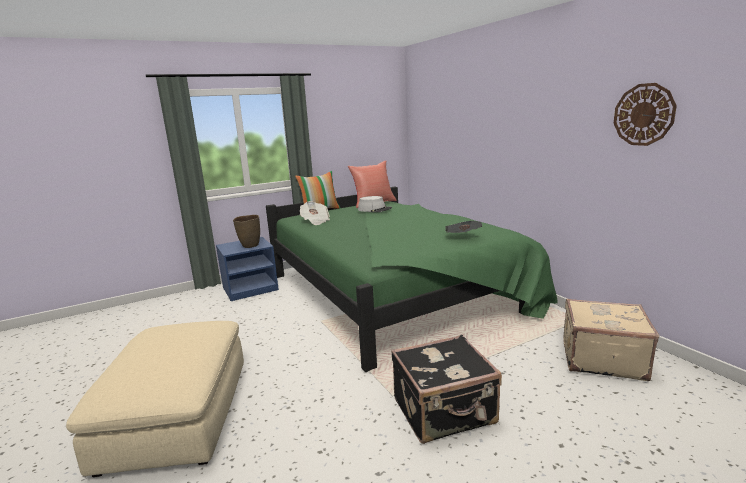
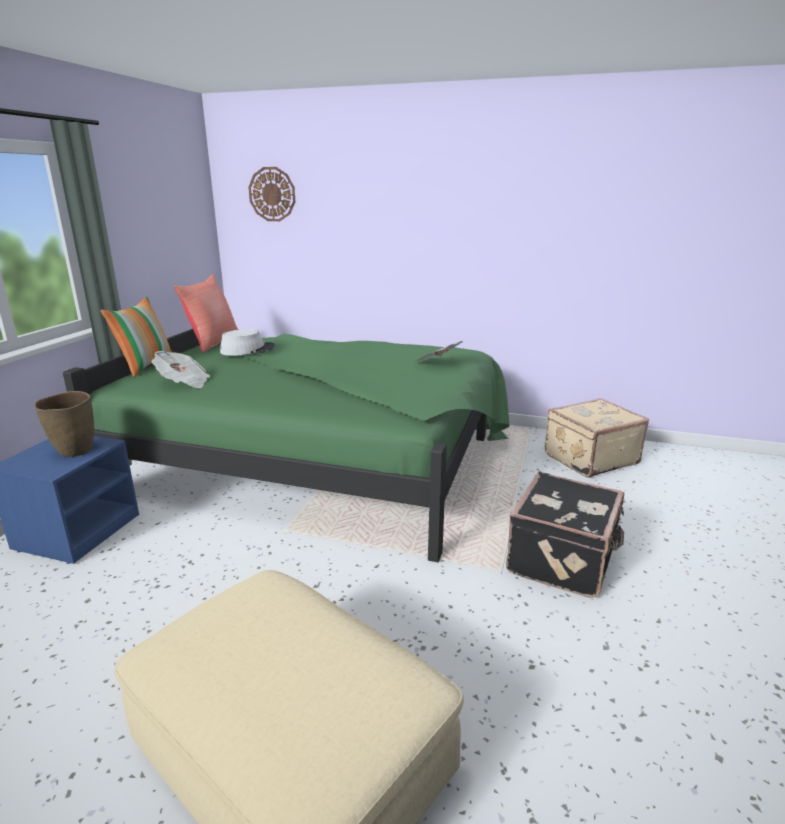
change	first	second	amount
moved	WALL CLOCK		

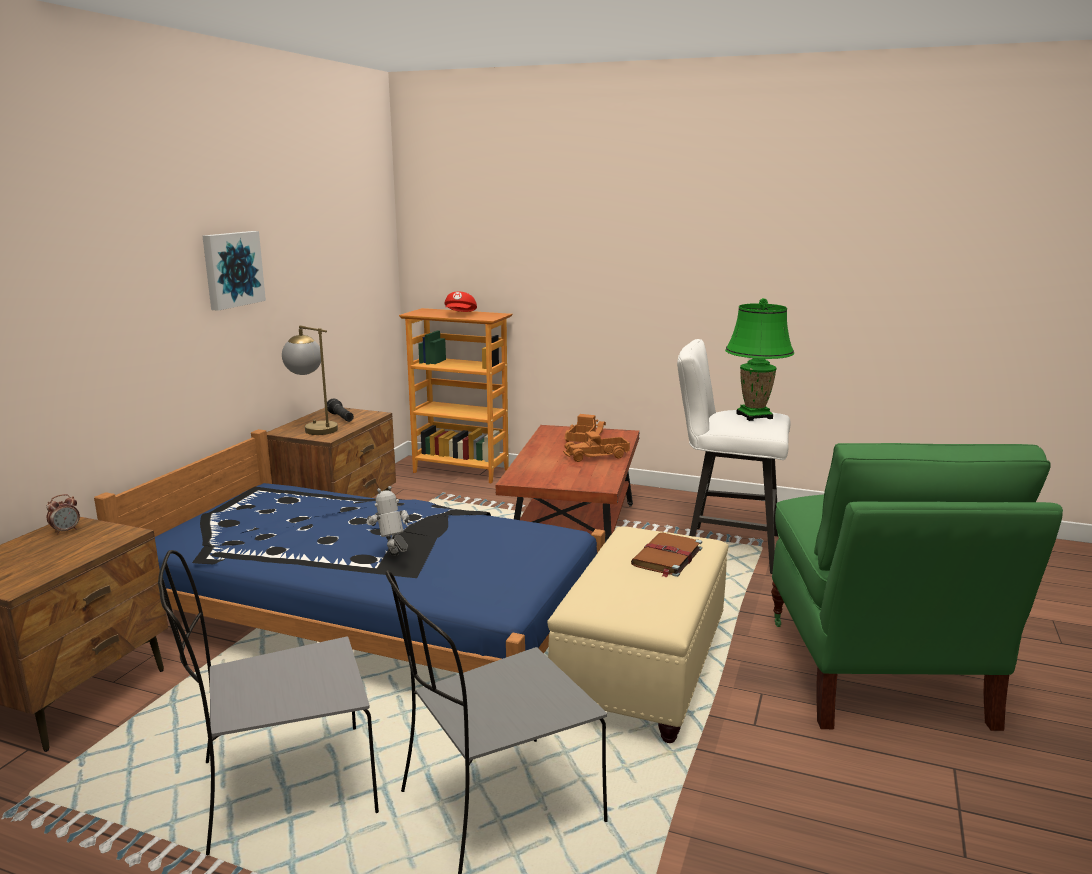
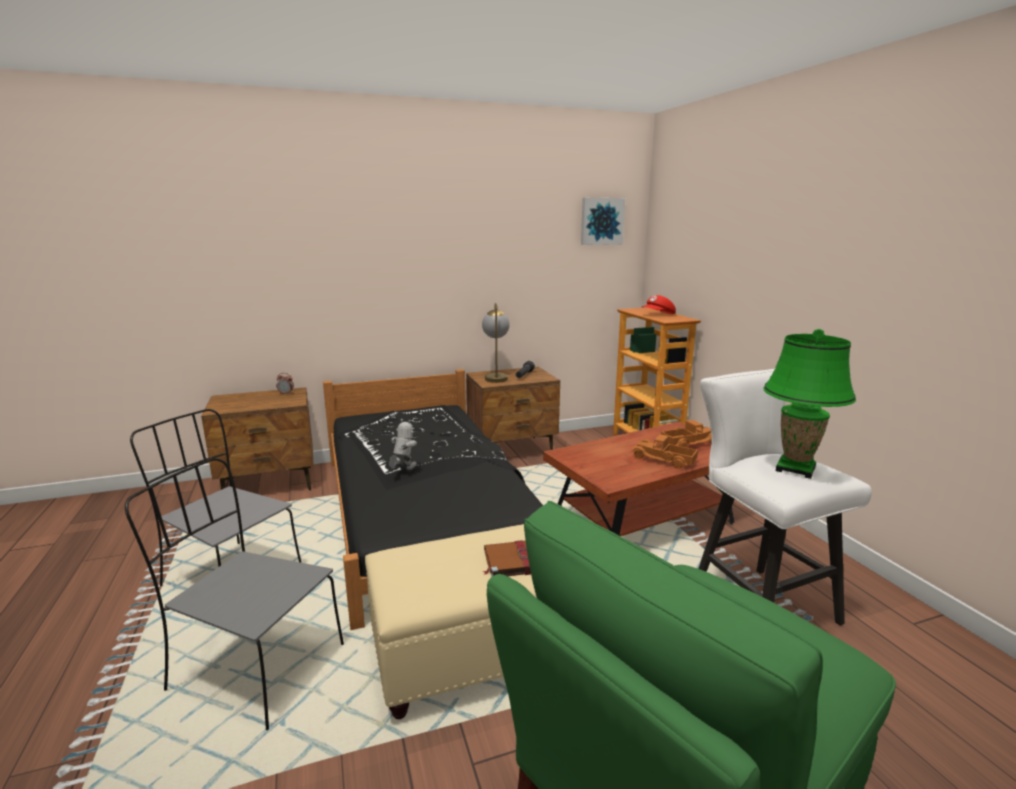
change	first	second	amount
recoloured	BLUE BED	BLACK BED	
moved	PICTURE		

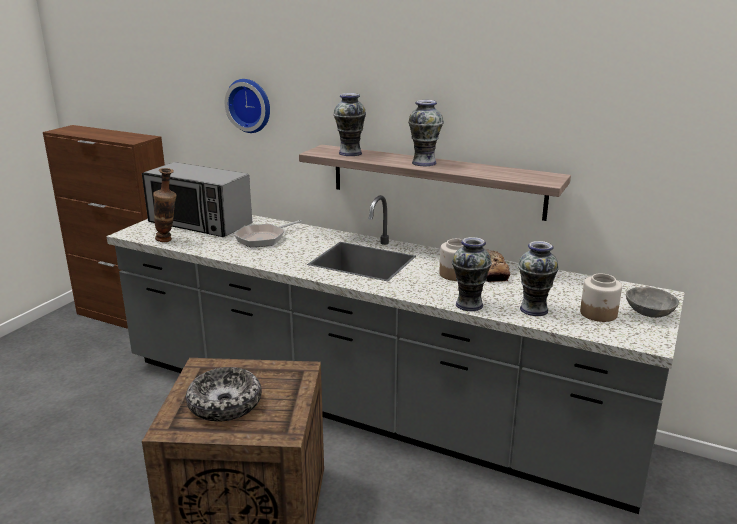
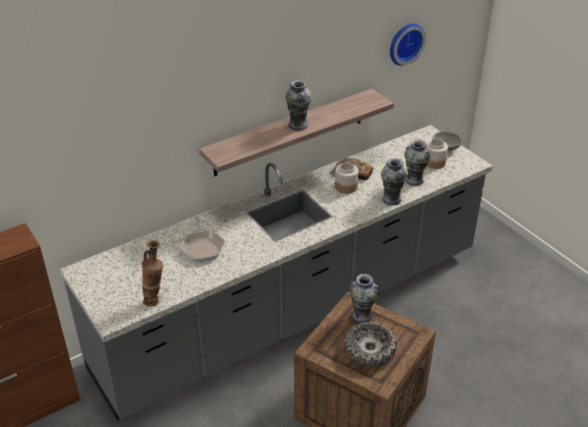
change	first	second	amount
moved	VASE (2nd from left in the first image)	VASE (3rd from left)	
moved	WALL CLOCK		
removed	MICROWAVE		

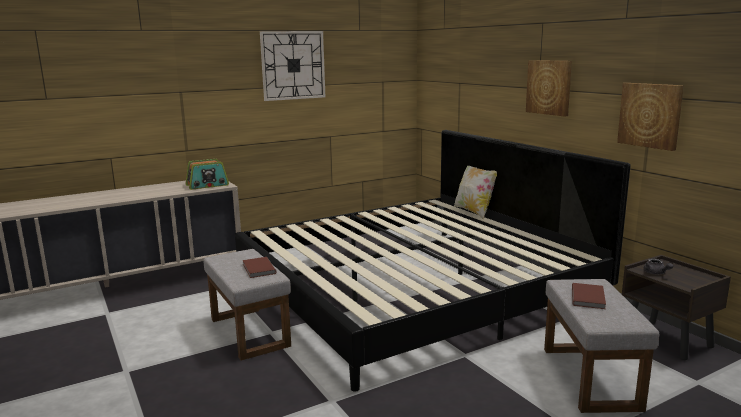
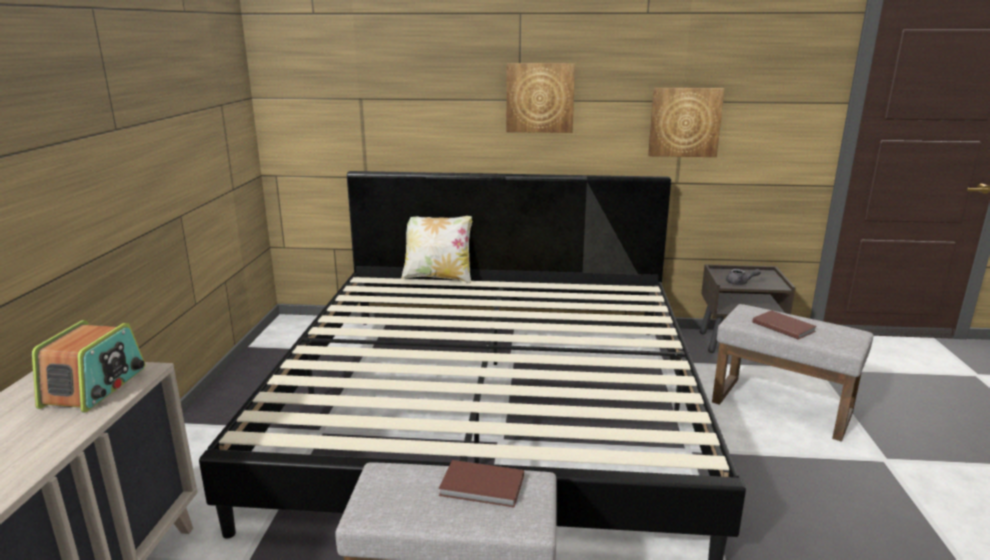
change	first	second	amount
removed	WALL CLOCK		

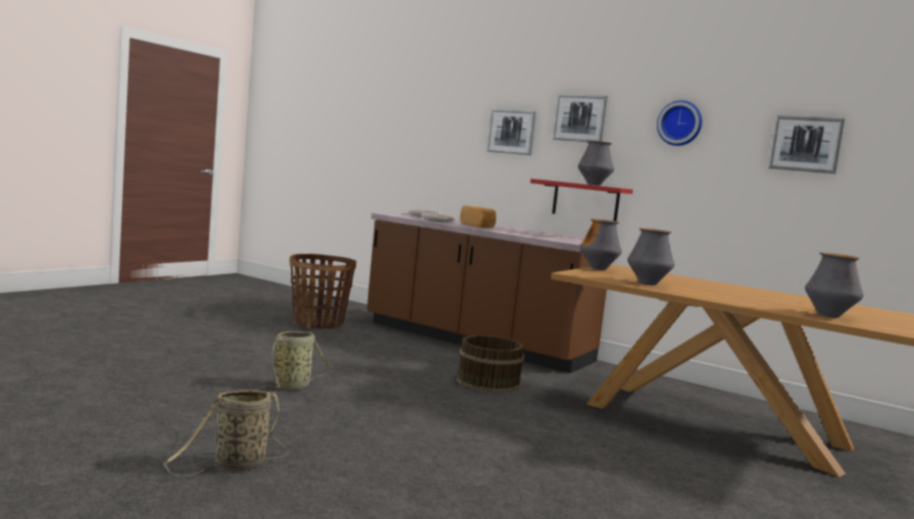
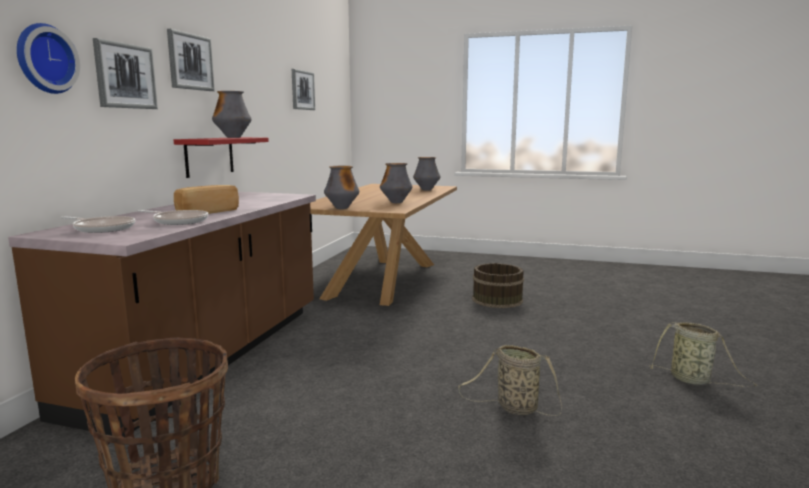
change	first	second	amount
moved	WALL CLOCK		
moved	BROWN BUCKET		

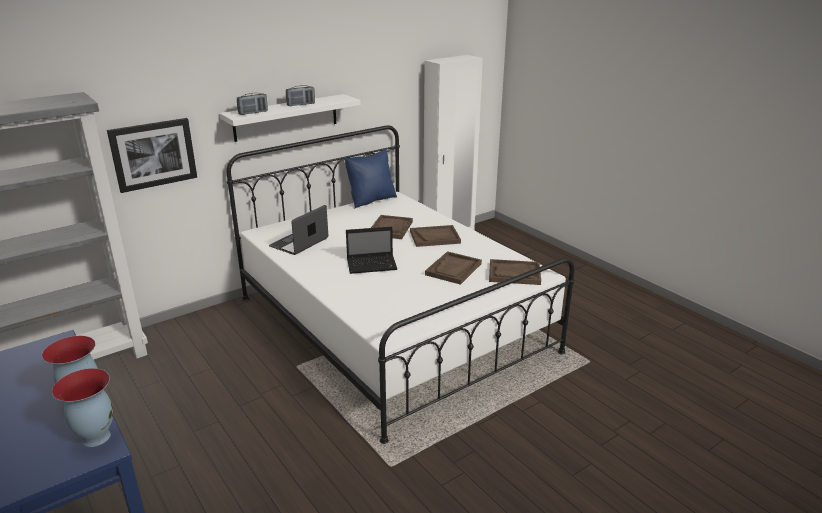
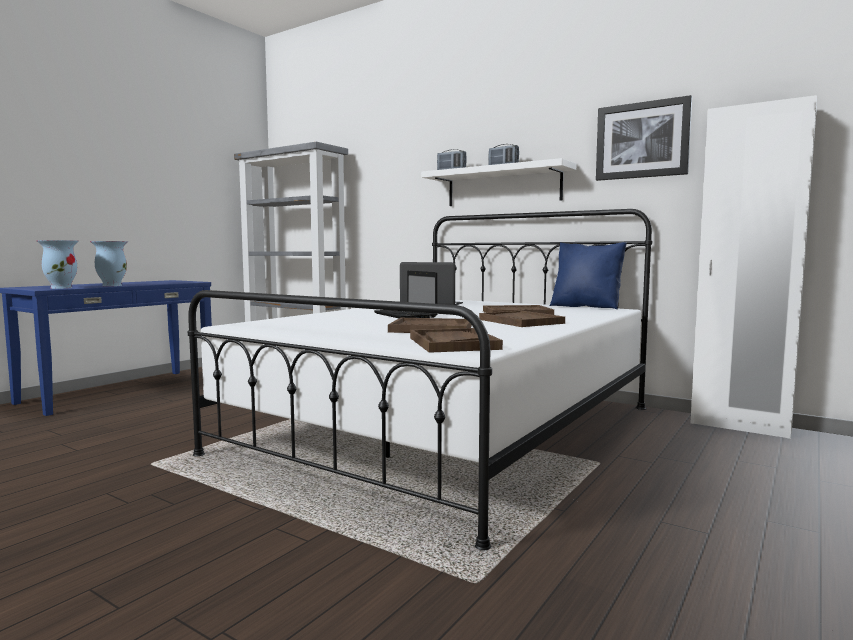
change	first	second	amount
moved	PICTURE		

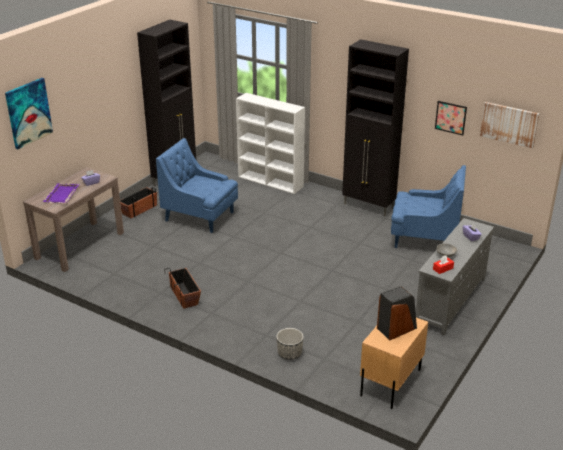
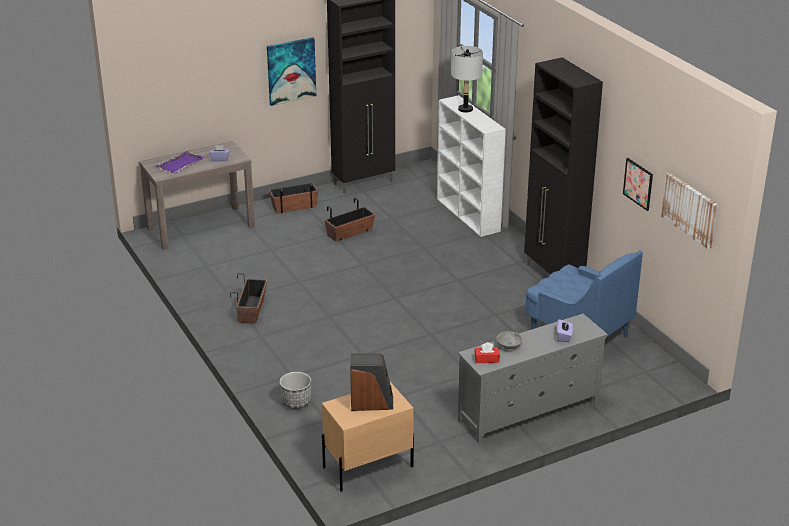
change	first	second	amount
moved	PICTURE (1st from left)		
replaced	BLUE ARMCHAIR (1st from left)	PLANTER (4th from left)	
added		GREY TABLE LAMP	

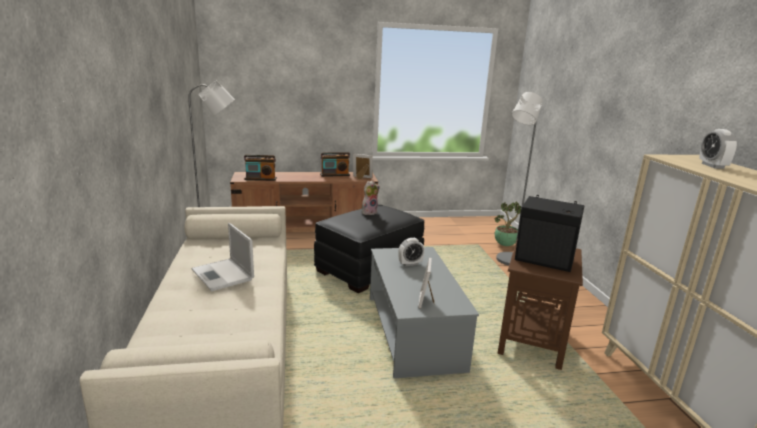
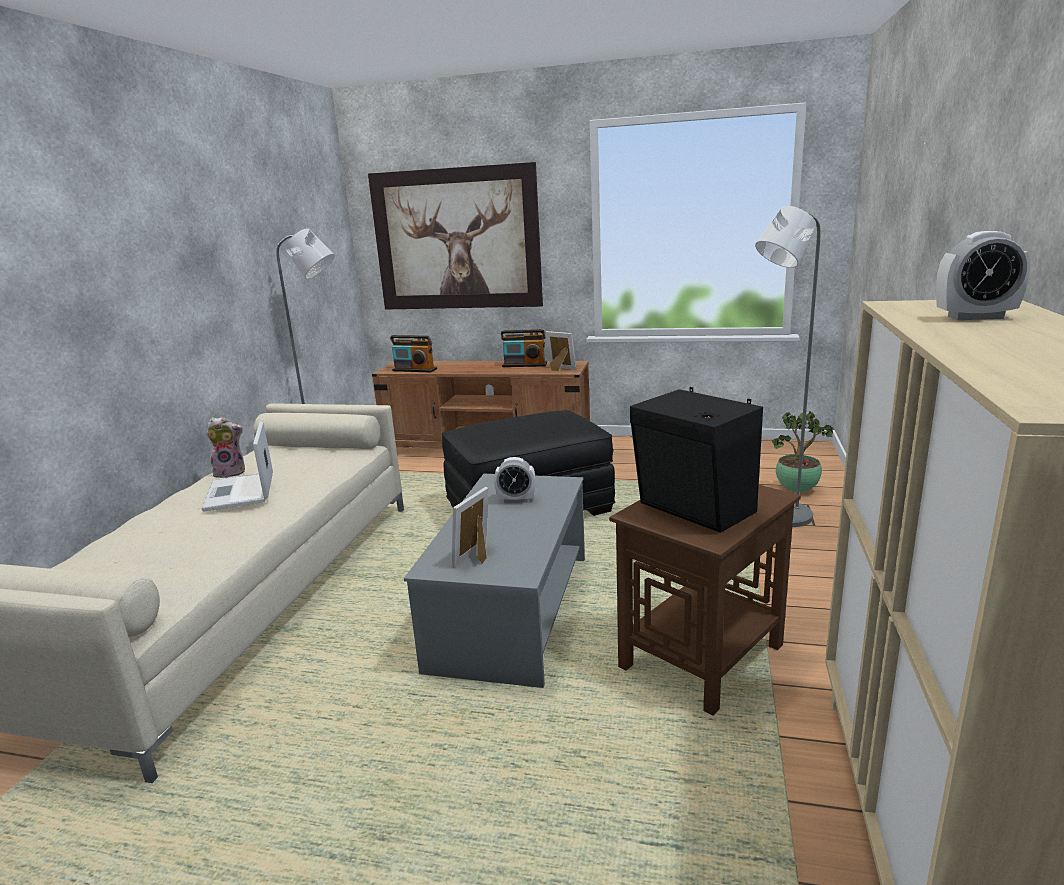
change	first	second	amount
moved	PLUSH TOY		
added		PICTURE	
turned	ALARM CLOCK (2nd from left)		105 degrees counterclockwise

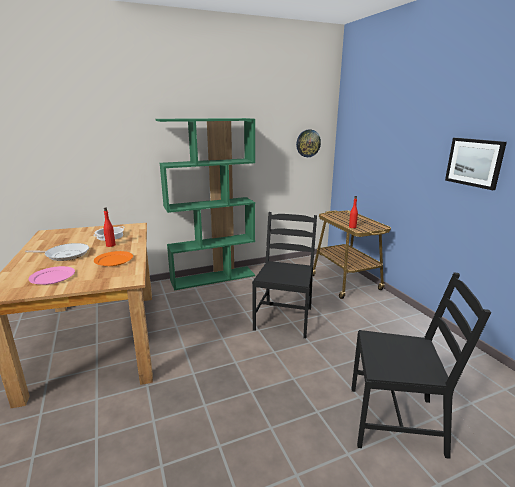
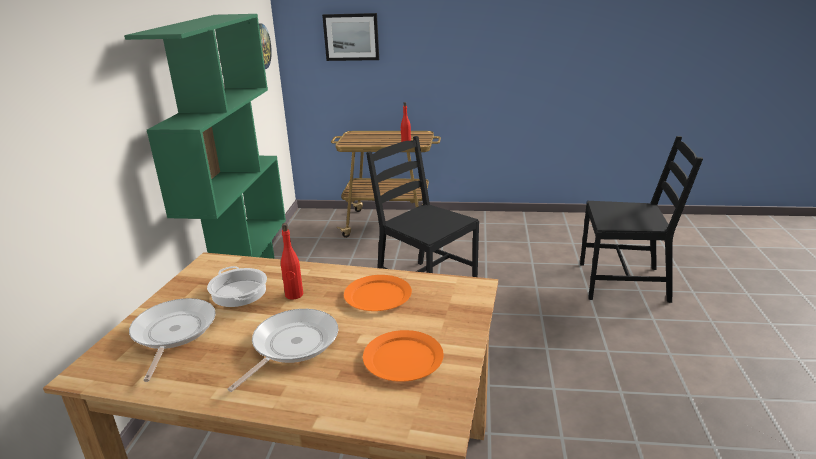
change	first	second	amount
added		FRYING PAN (1st from left)	
moved	PICTURE		
recoloured	PINK PLATE	ORANGE PLATE (2nd from left)	
turned	BLACK CHAIR (2nd from left)		60 degrees clockwise

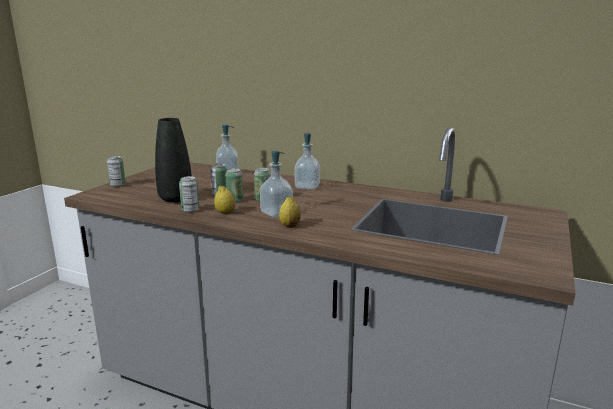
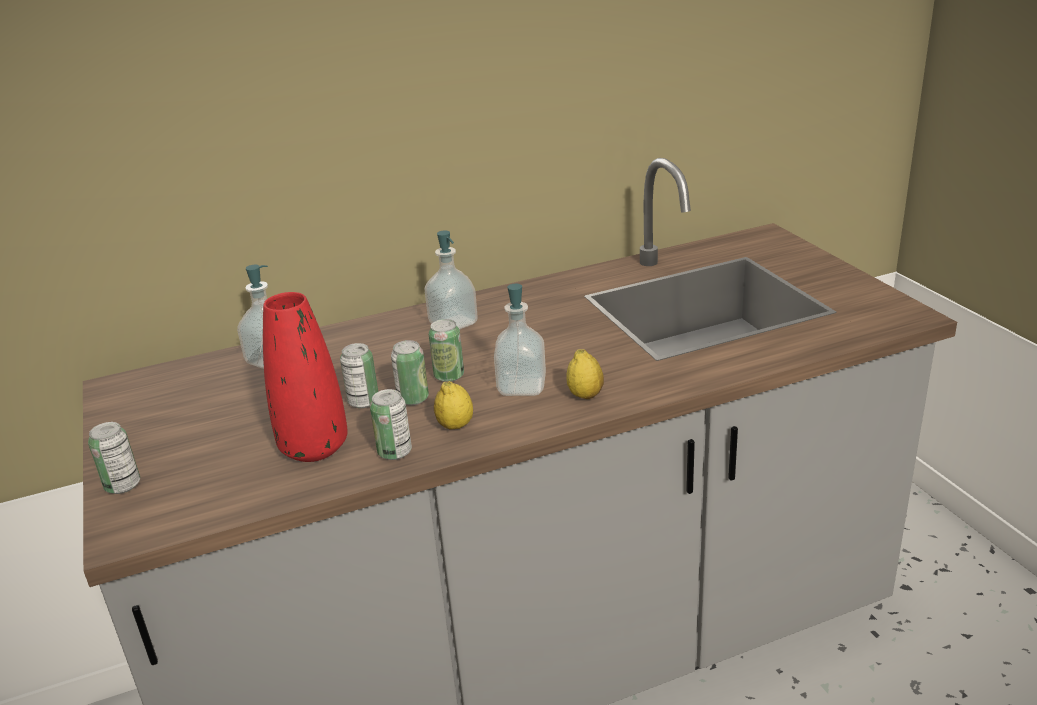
change	first	second	amount
recoloured	BLACK VASE	RED VASE	

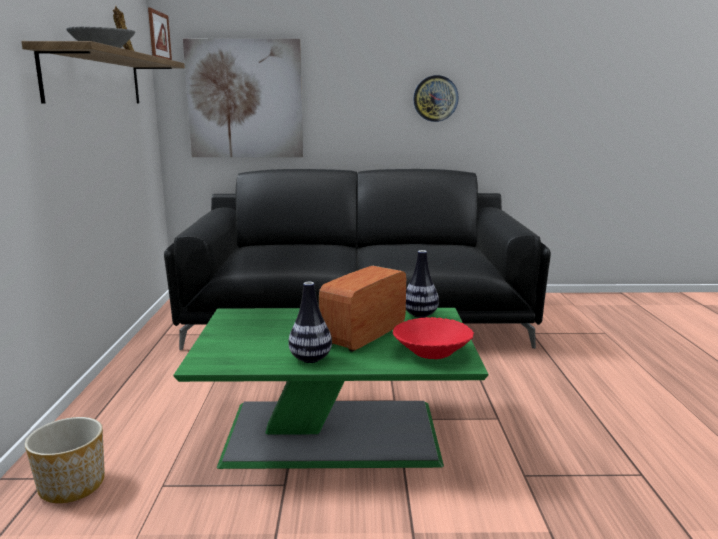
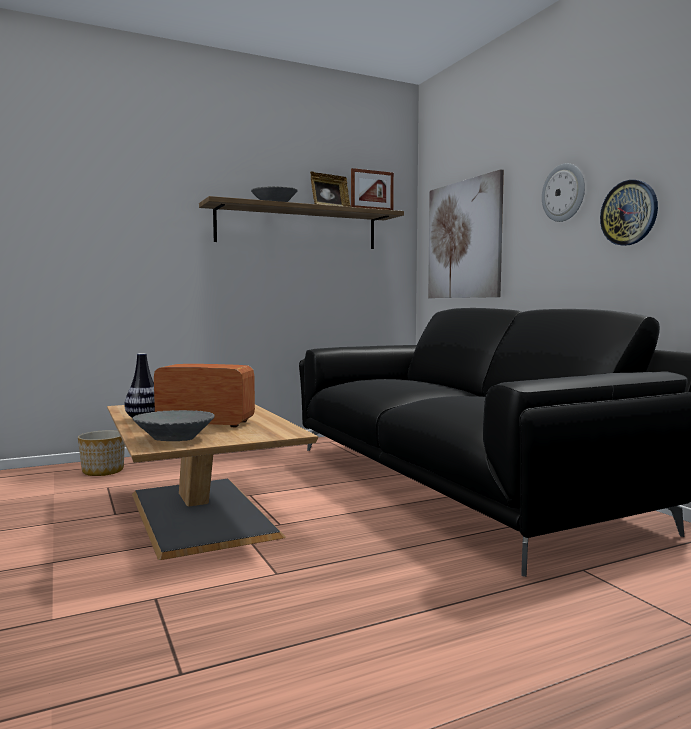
change	first	second	amount
recoloured	GREEN COFFEE TABLE	BROWN COFFEE TABLE	
recoloured	RED BOWL	GREY BOWL (1st from left)	
added		WALL CLOCK (1st from left)	
removed	VASE (2nd from left)		

